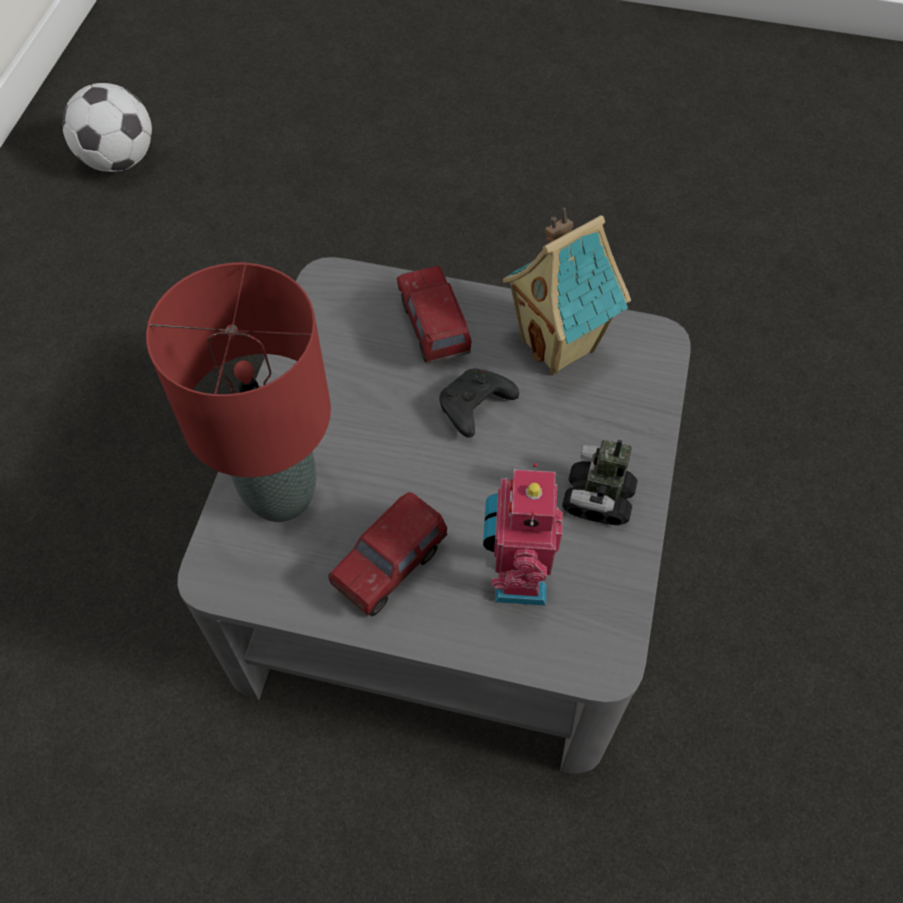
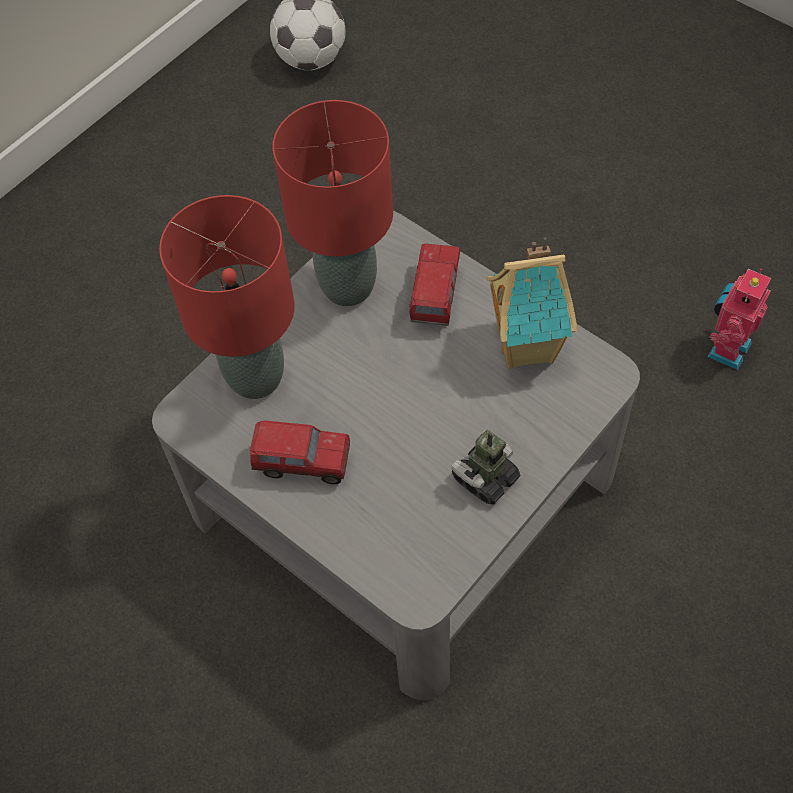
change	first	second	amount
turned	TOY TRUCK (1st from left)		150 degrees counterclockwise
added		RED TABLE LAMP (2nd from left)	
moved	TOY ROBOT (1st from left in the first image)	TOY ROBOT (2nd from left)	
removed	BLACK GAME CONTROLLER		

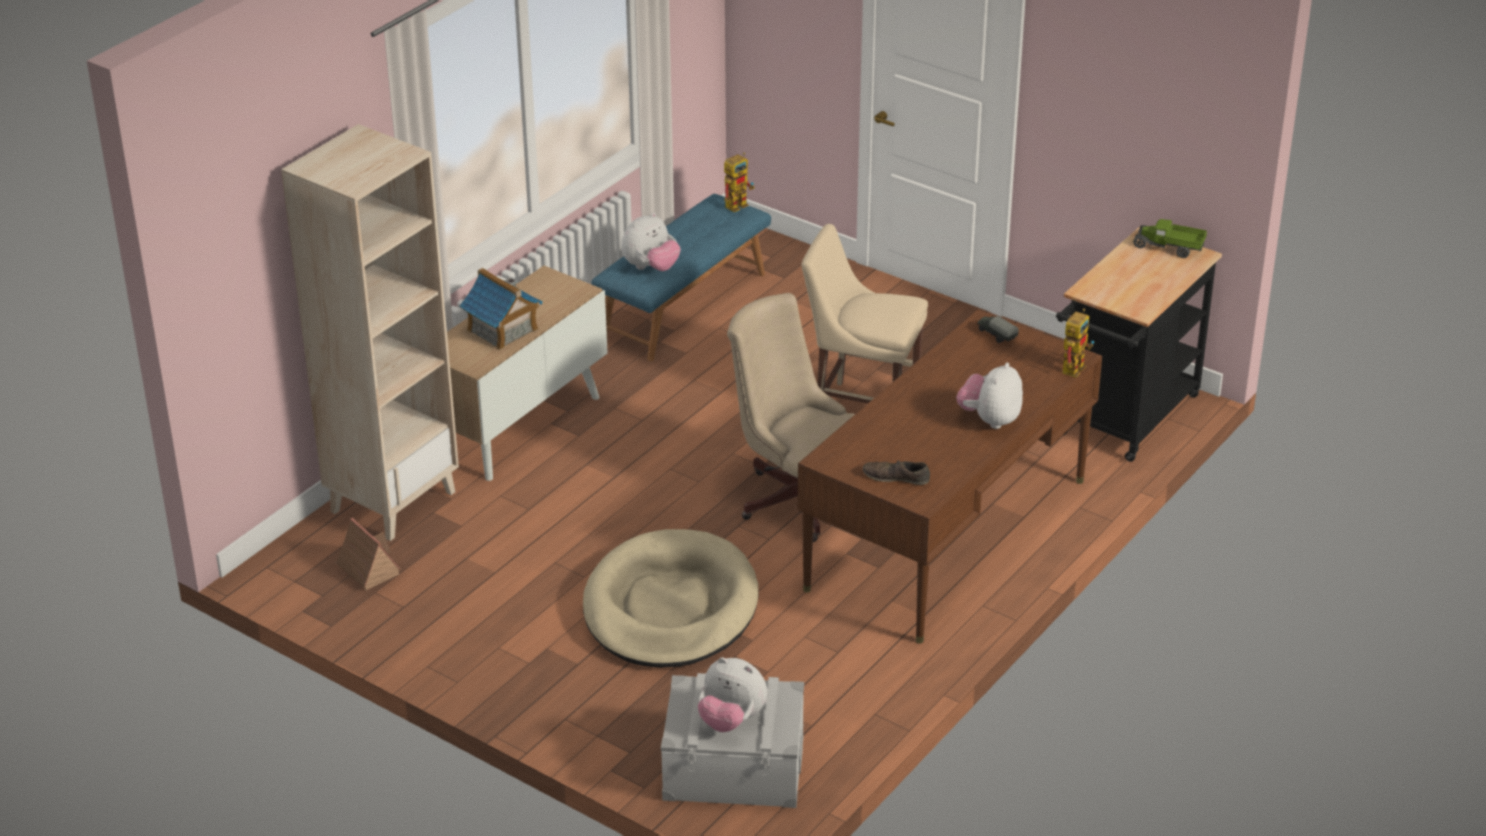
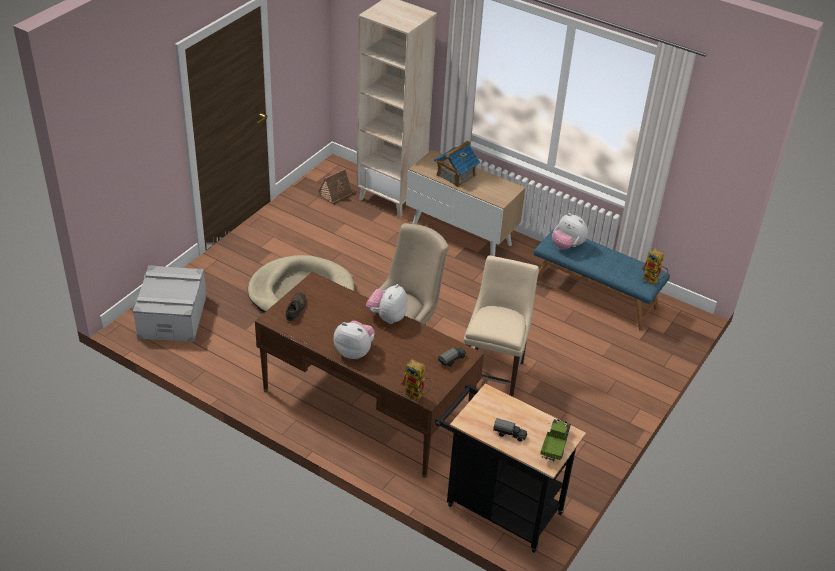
change	first	second	amount
moved	PLUSH TOY (2nd from left)		
added		TOY TRUCK (2nd from left)	

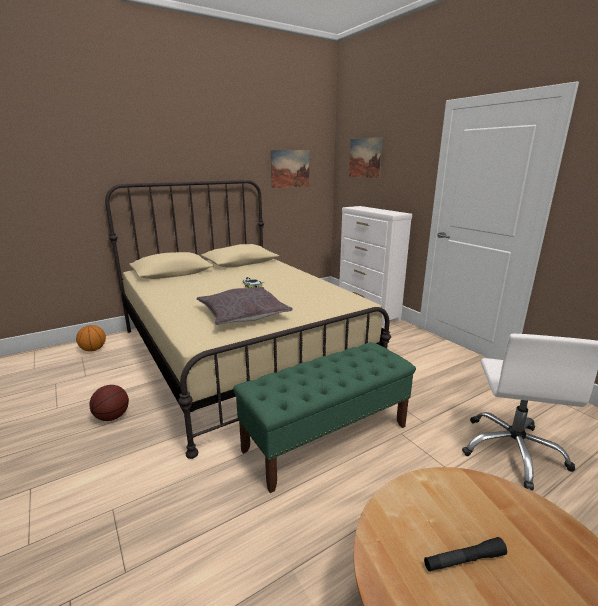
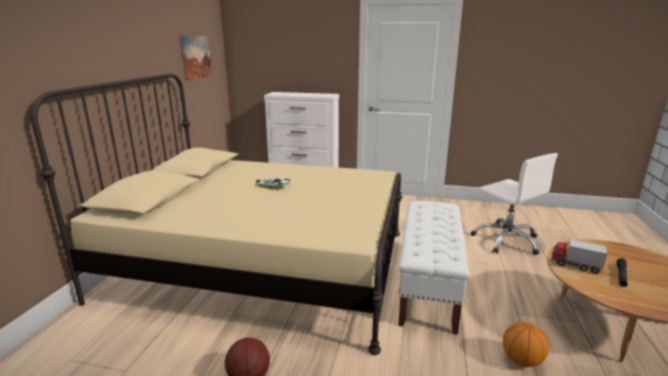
change	first	second	amount
recoloured	GREEN BENCH	WHITE BENCH	
moved	BASKETBALL (1st from left in the first image)	BASKETBALL (2nd from left)	
added		TOY TRUCK	
removed	GREY PILLOW		
removed	PICTURE (2nd from left)		

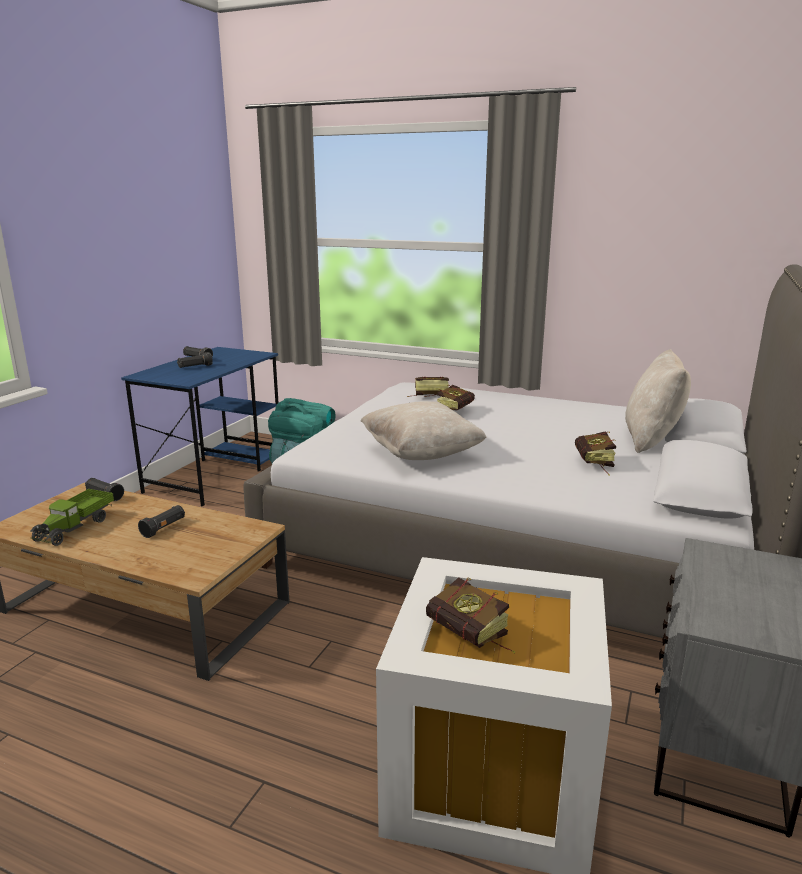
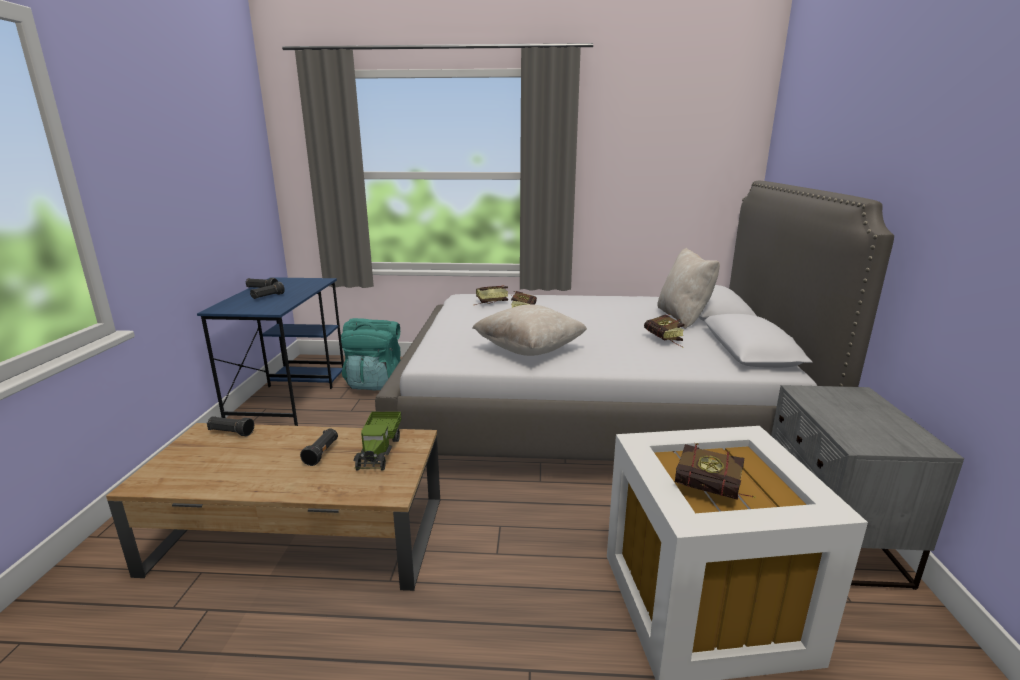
change	first	second	amount
moved	TOY TRUCK		

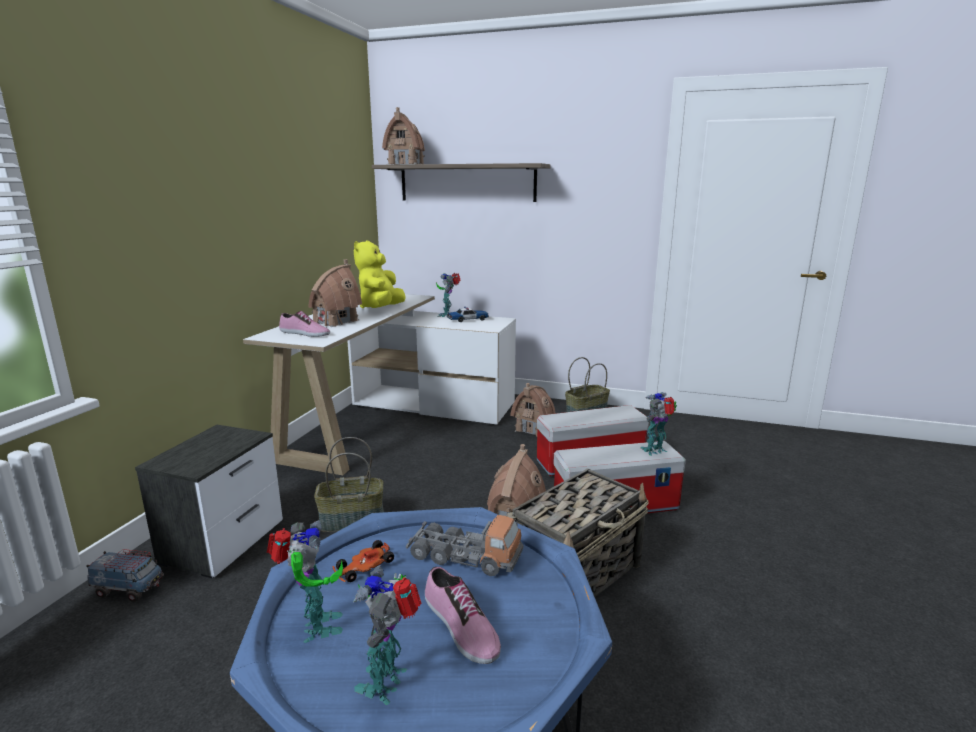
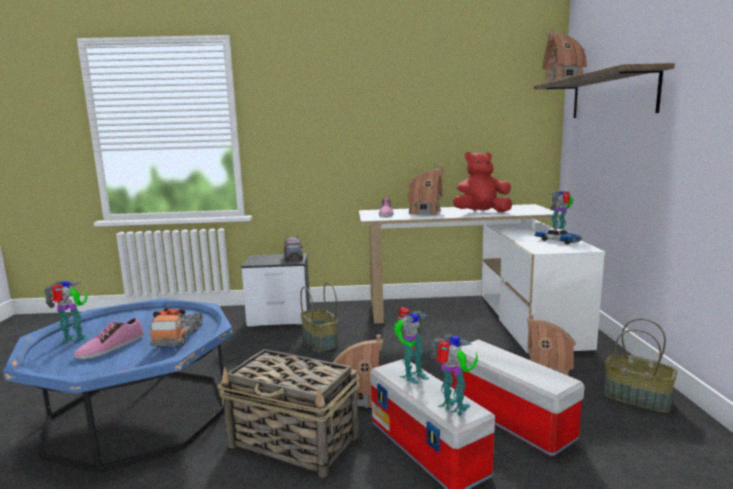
change	first	second	amount
moved	TOY TRUCK (1st from left in the first image)	TOY TRUCK (2nd from left)	
moved	TOY ROBOT (1st from left in the first image)	TOY ROBOT (2nd from left)	
recoloured	YELLOW PLUSH TOY	RED PLUSH TOY	

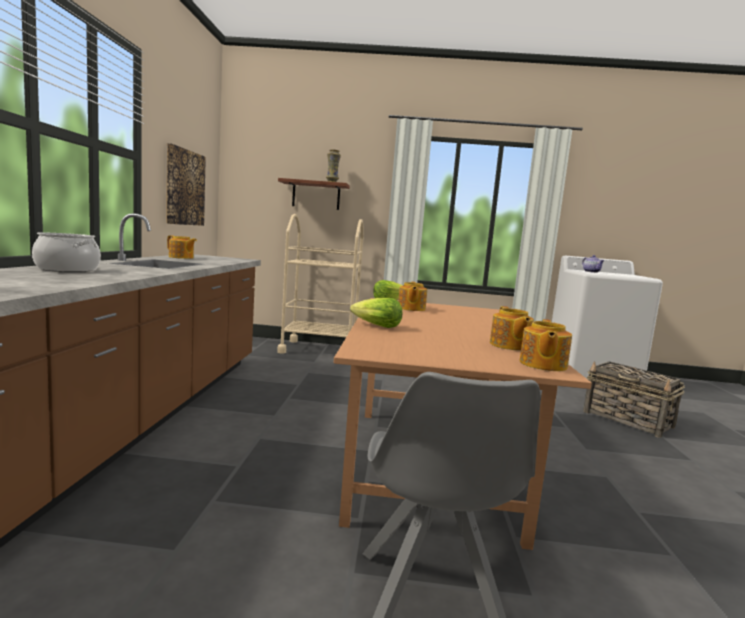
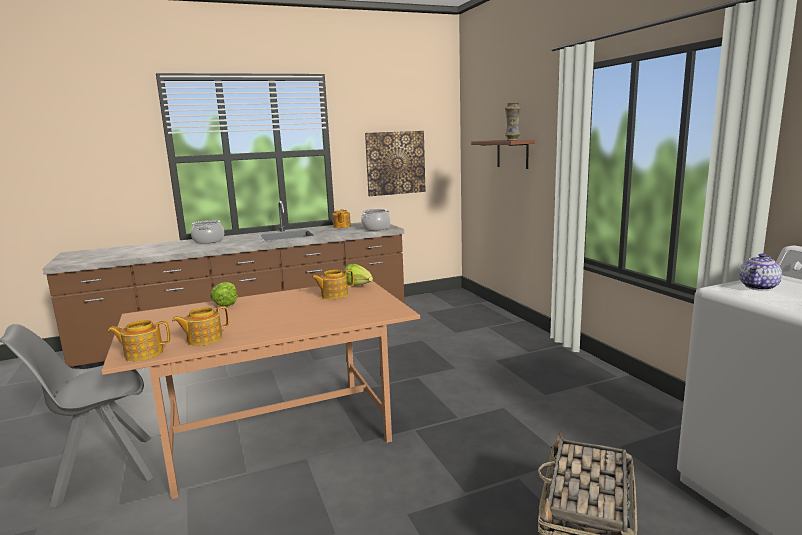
change	first	second	amount
added		COOKING POT (2nd from left)	
removed	BEIGE CART		

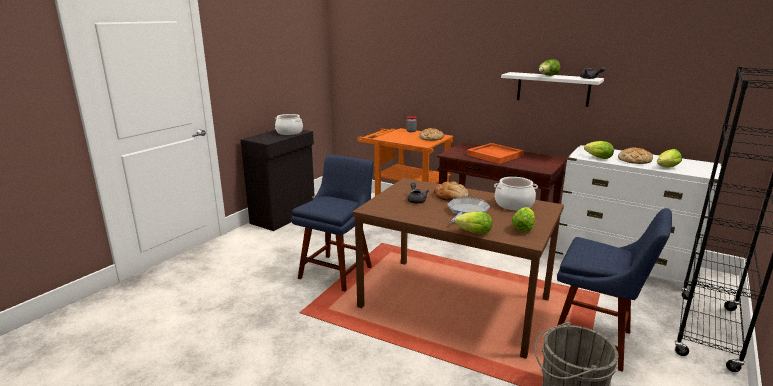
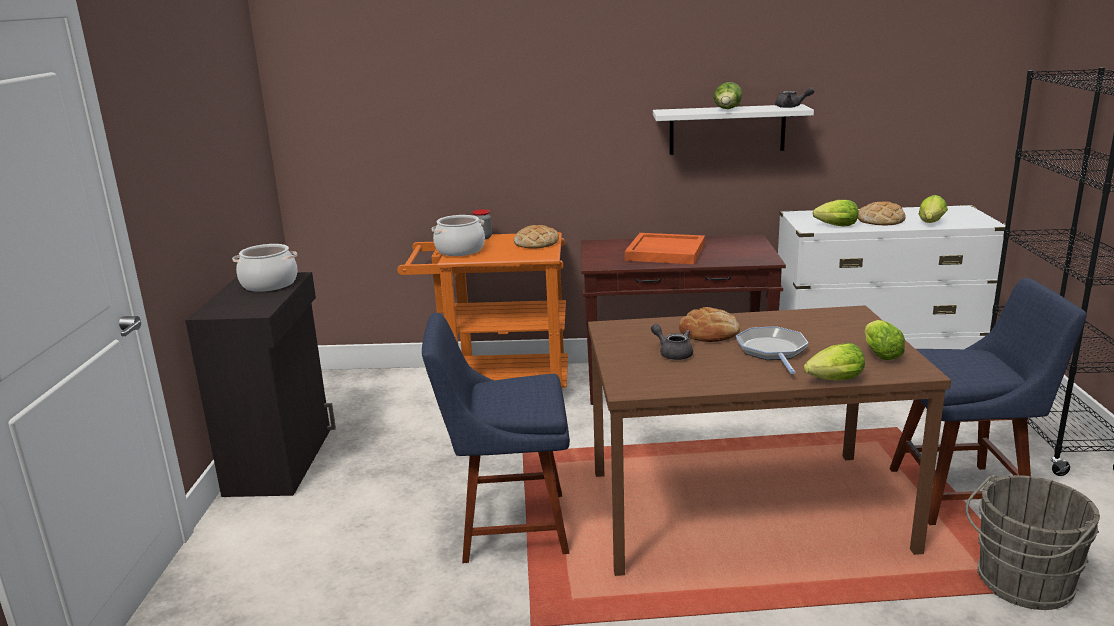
change	first	second	amount
turned	BLUE CHAIR (1st from left)		90 degrees counterclockwise
moved	COOKING POT (2nd from left)		

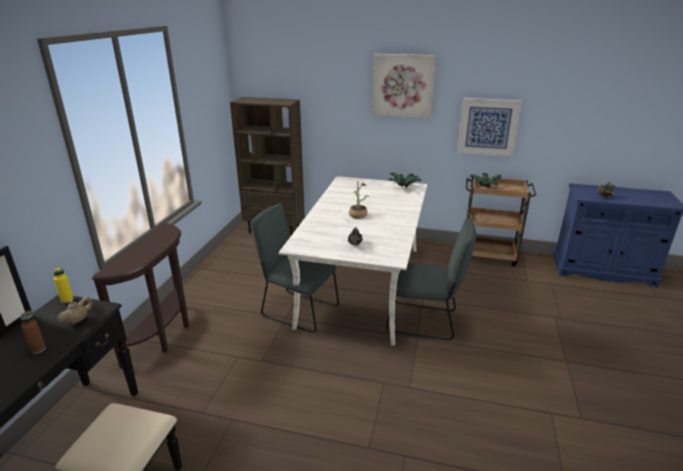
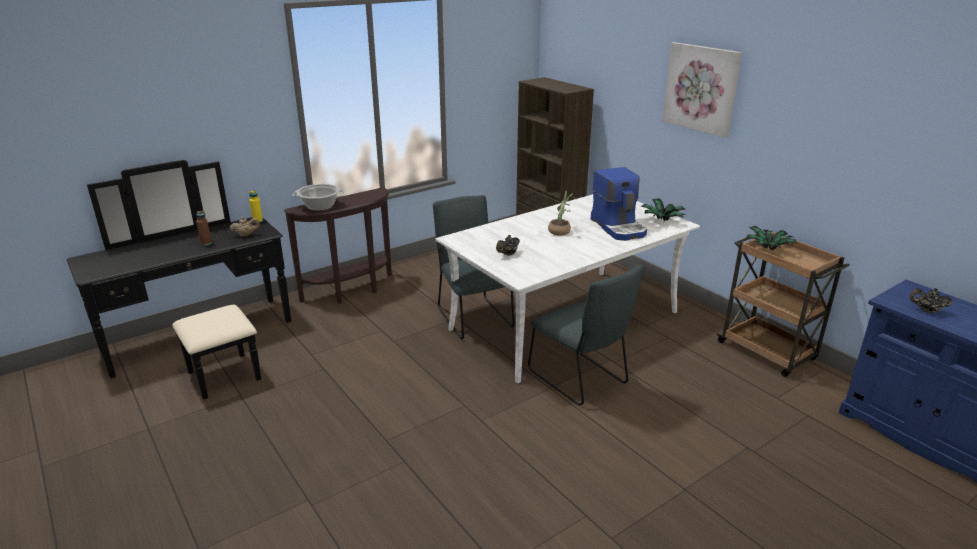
change	first	second	amount
added		COOKING POT	
added		COFFEE MACHINE	
removed	PICTURE (2nd from left)		

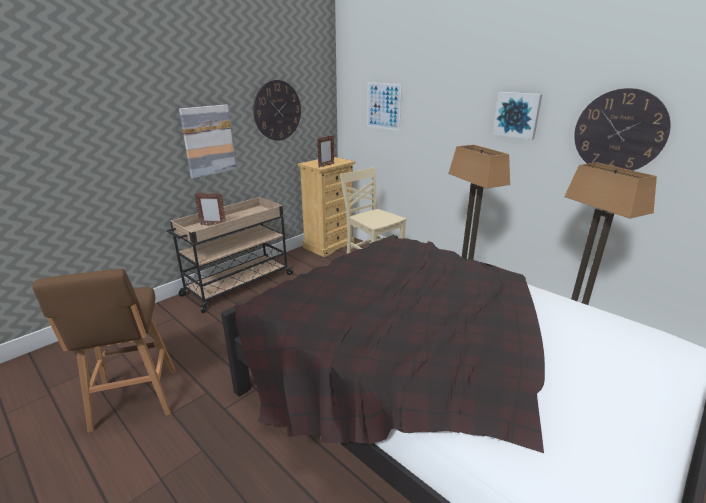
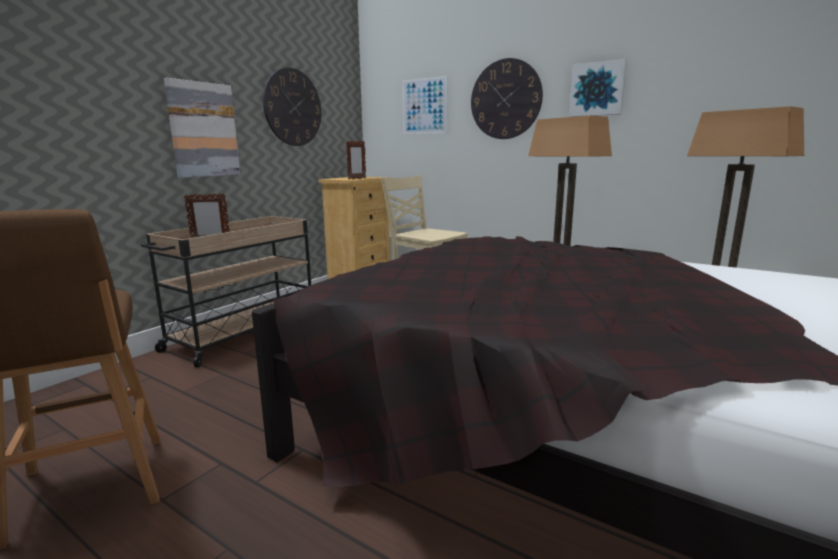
change	first	second	amount
moved	WALL CLOCK (2nd from left)		

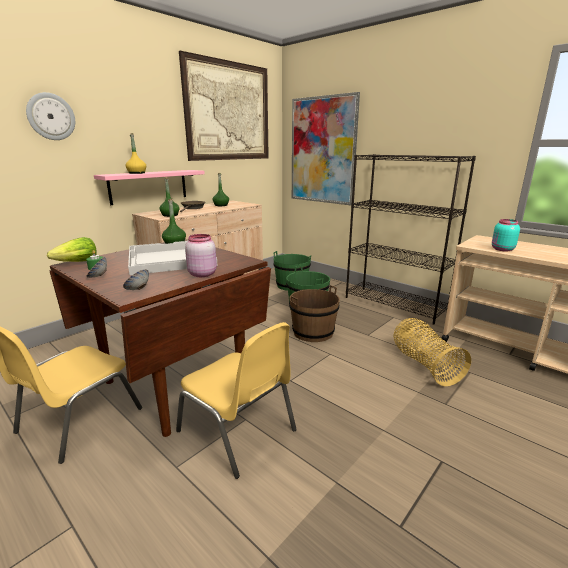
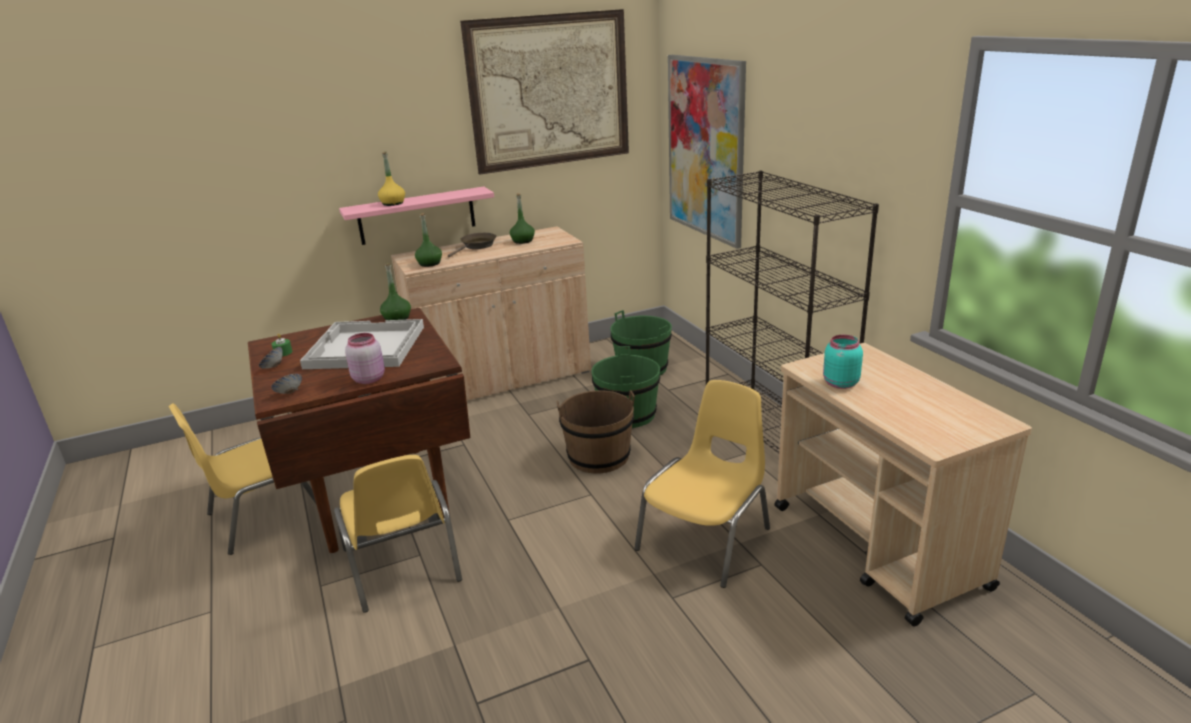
change	first	second	amount
replaced	BASKET	YELLOW CHAIR (3rd from left)	
removed	WALL CLOCK		
removed	LETTUCE		

